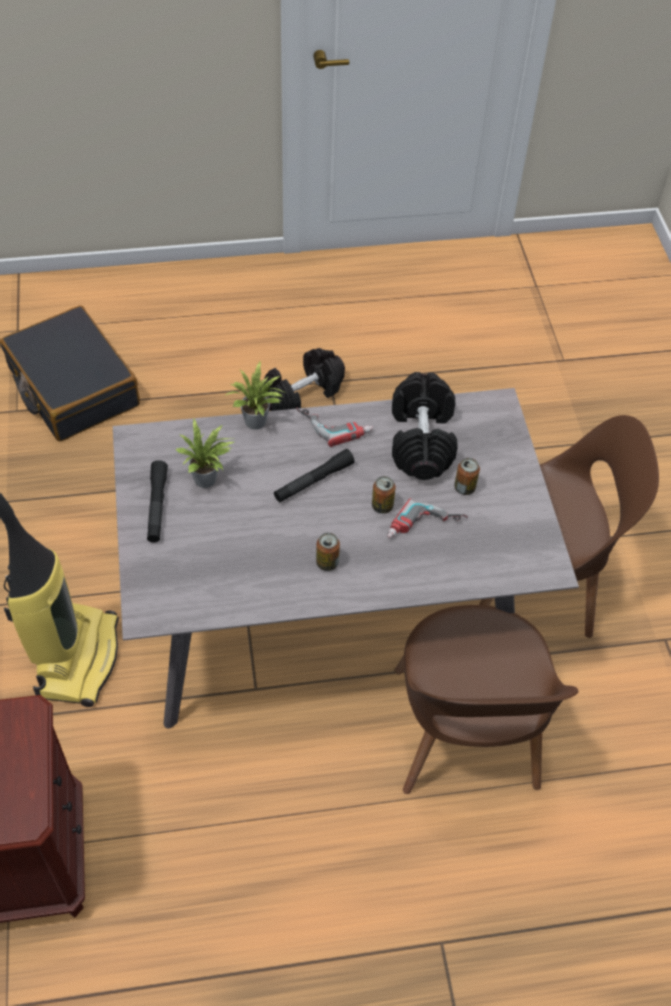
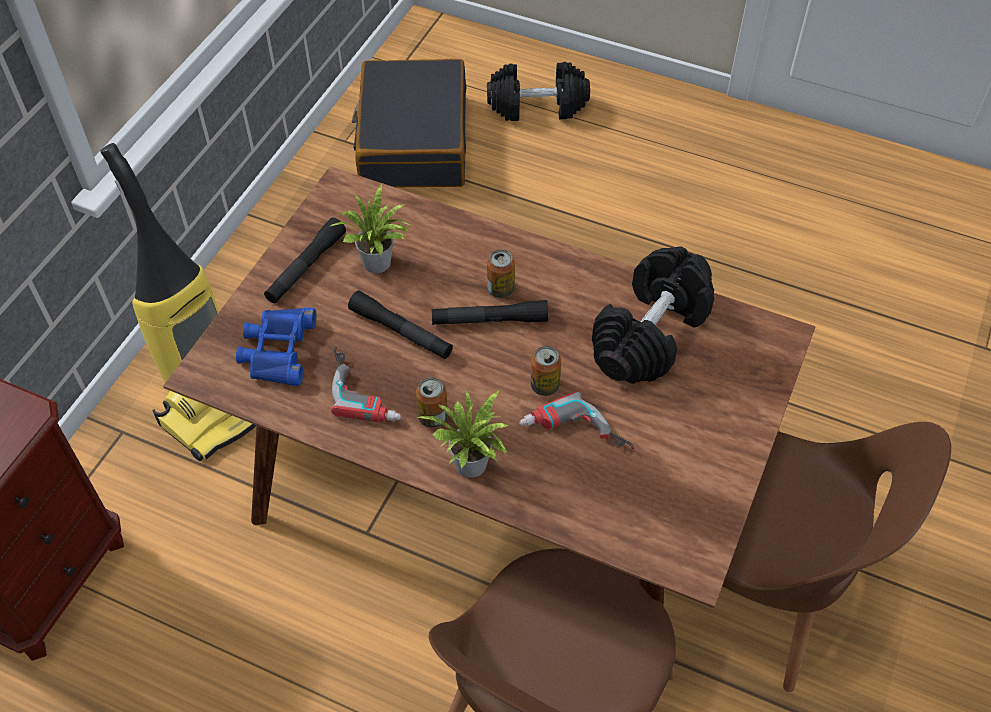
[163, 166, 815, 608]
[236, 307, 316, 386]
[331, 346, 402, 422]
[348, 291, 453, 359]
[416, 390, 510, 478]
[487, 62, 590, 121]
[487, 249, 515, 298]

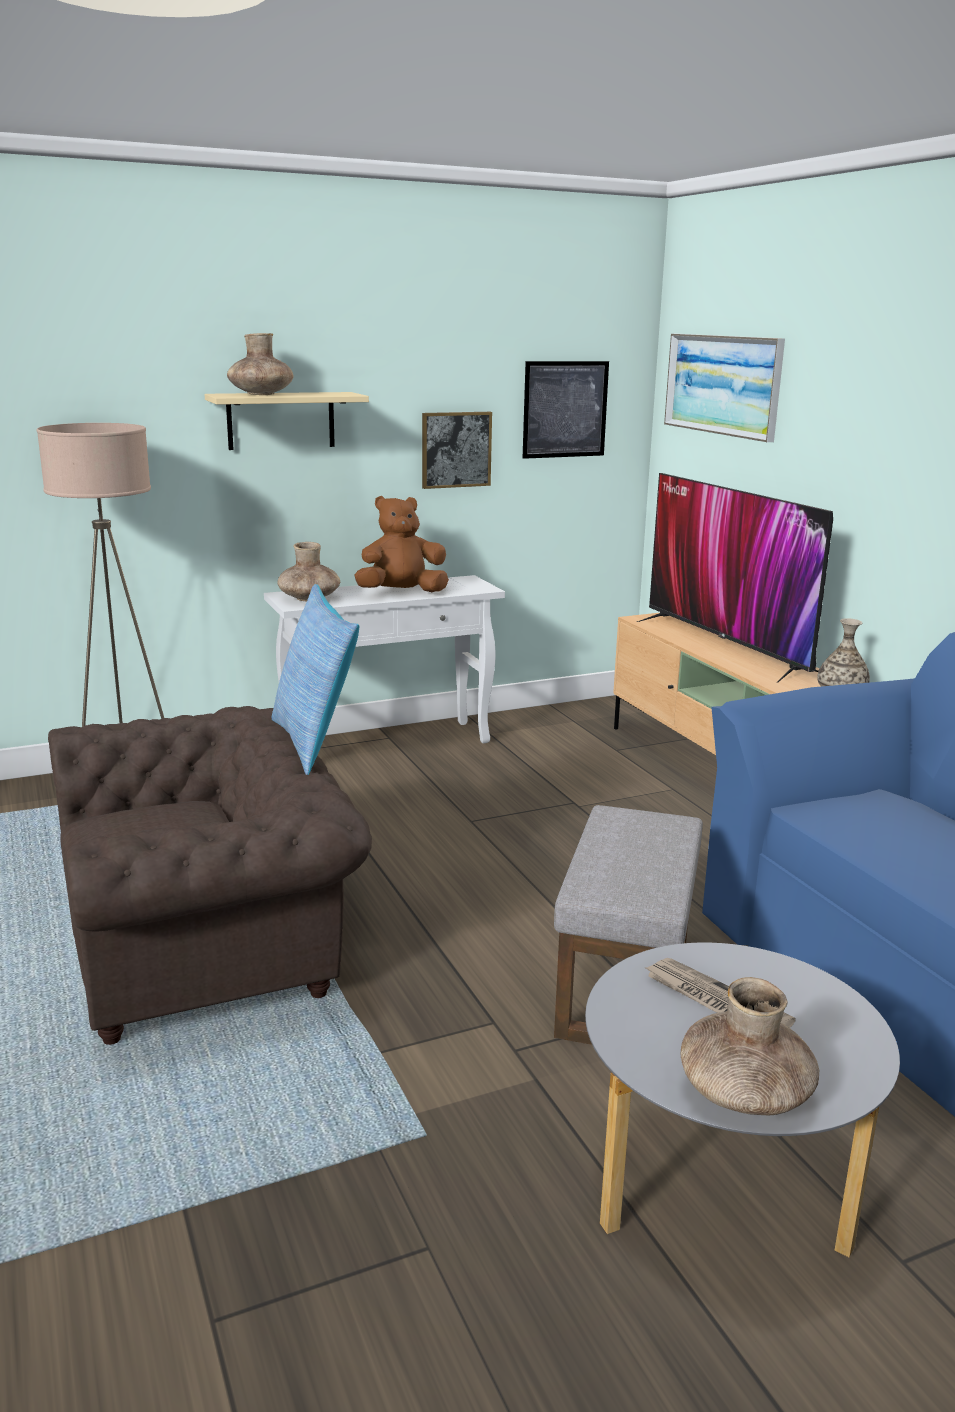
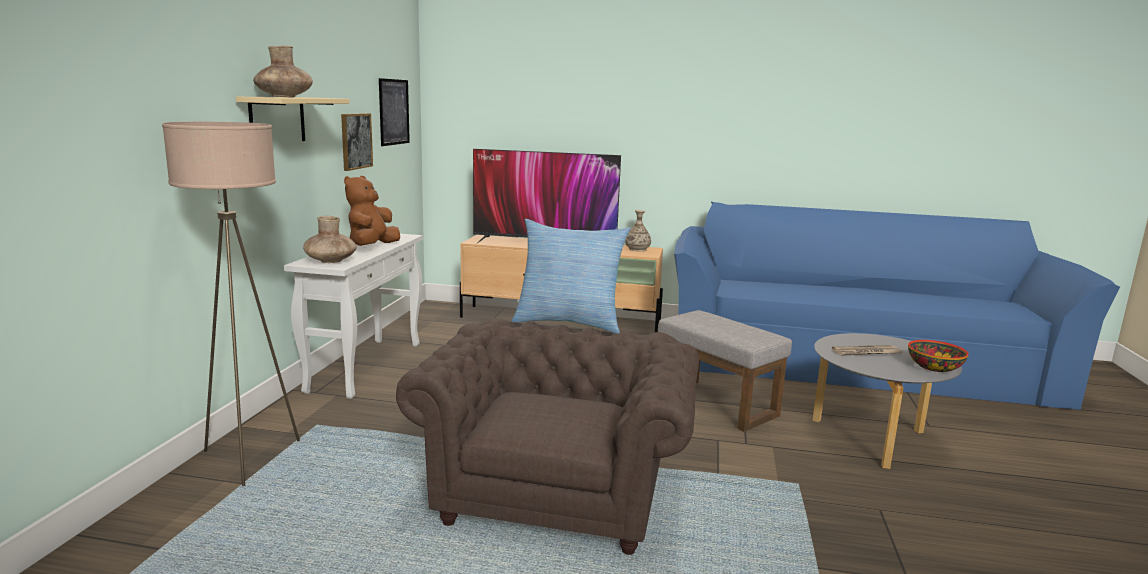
[908, 340, 969, 372]
[664, 334, 785, 442] (first image)

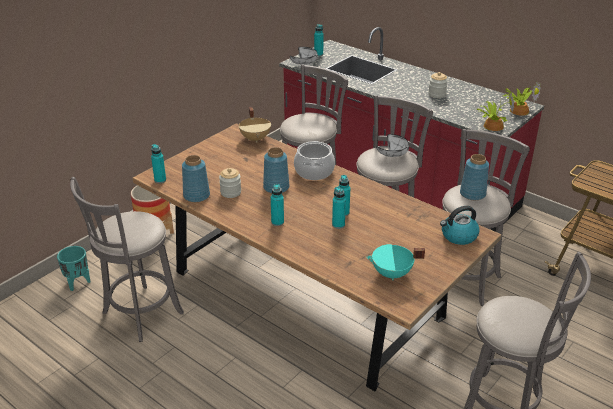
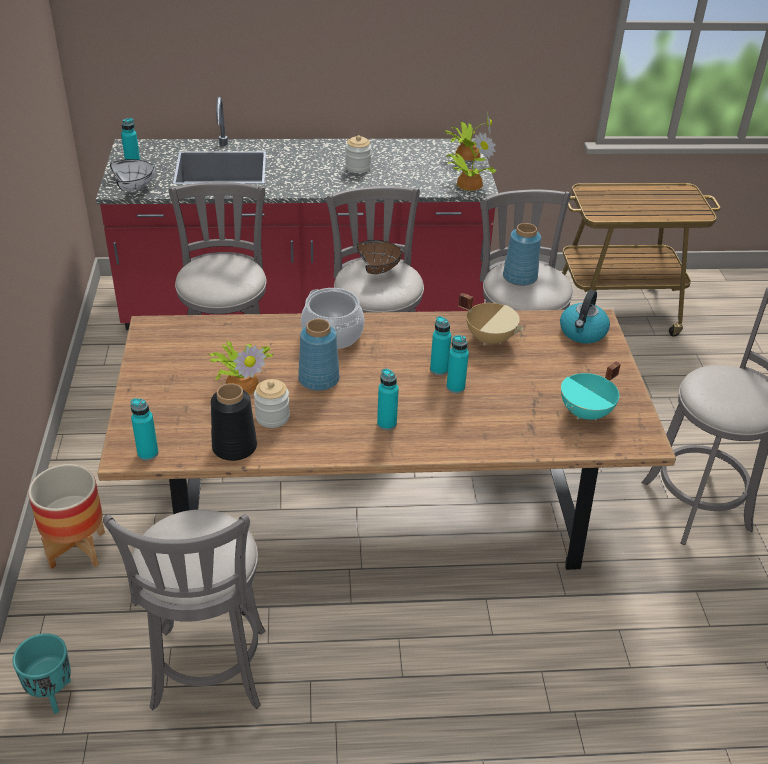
[208, 341, 273, 395]
[211, 383, 257, 461]
[357, 240, 403, 274]
[458, 293, 523, 345]

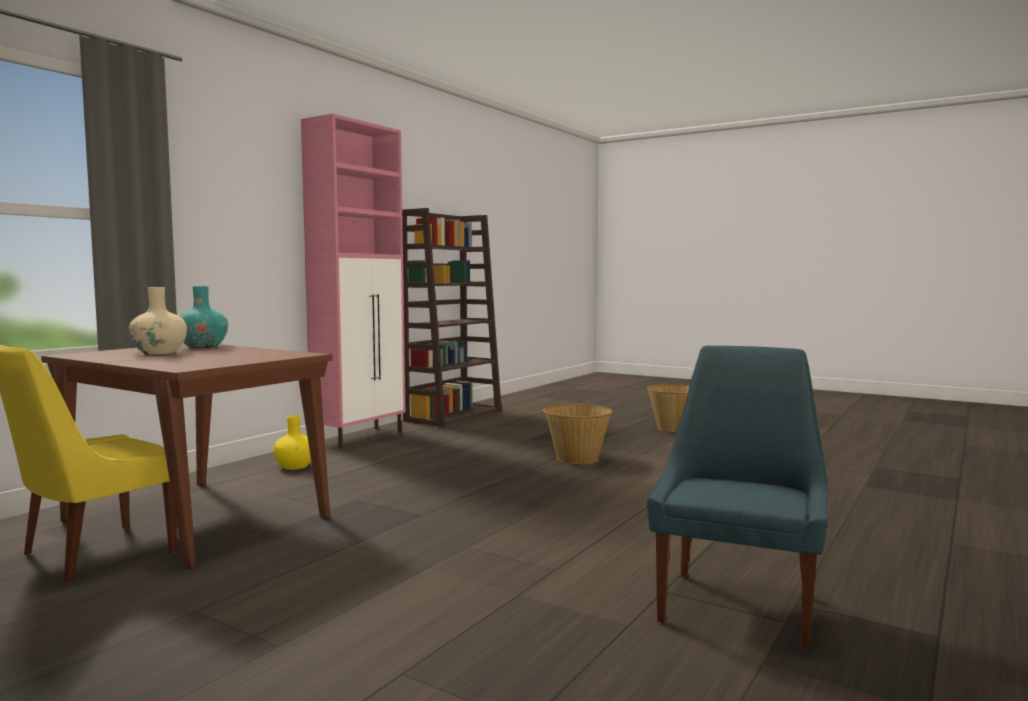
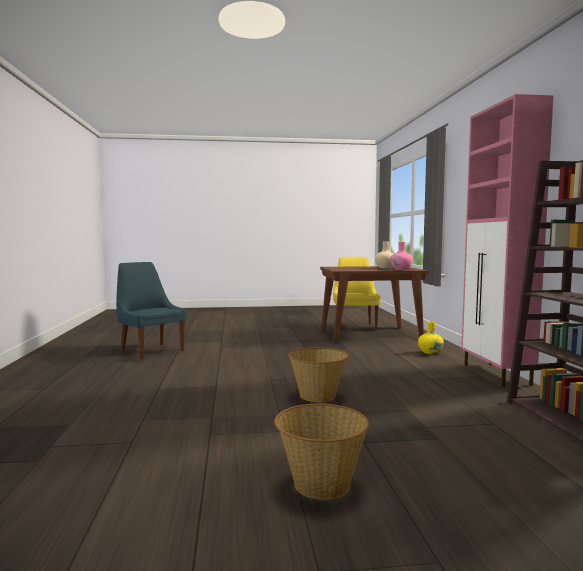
[116, 262, 187, 360]
[390, 242, 413, 270]

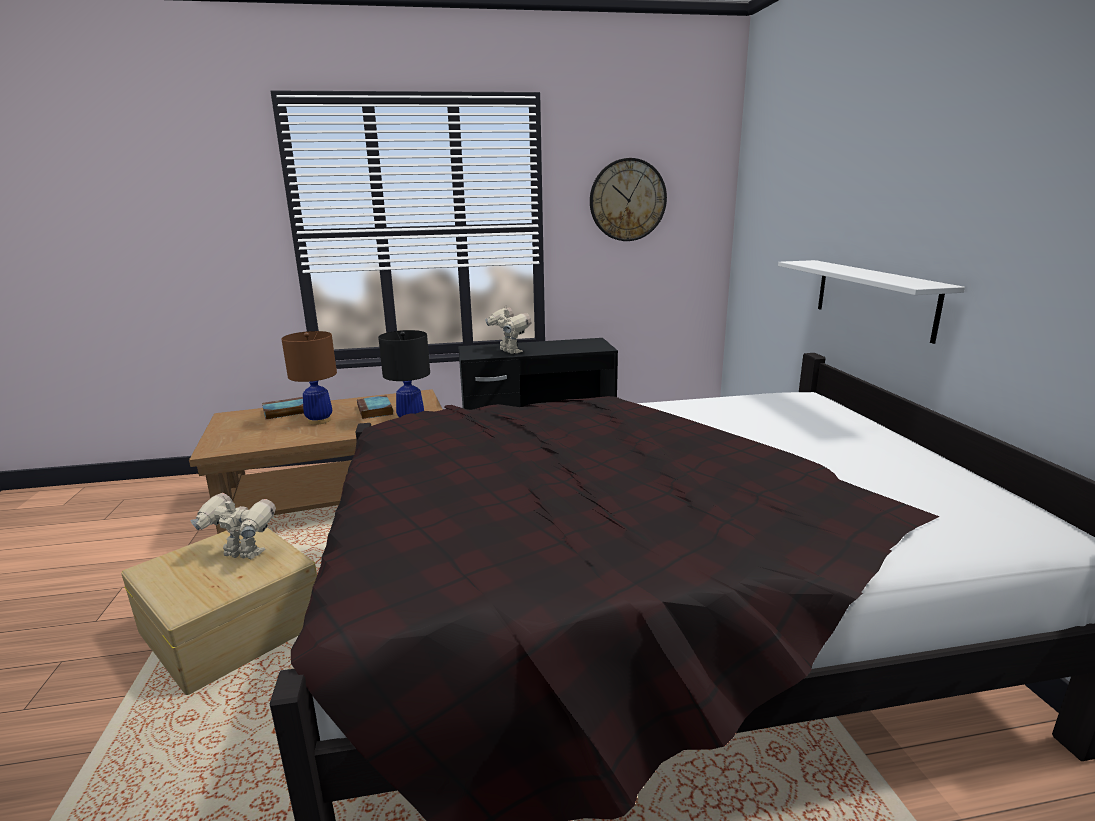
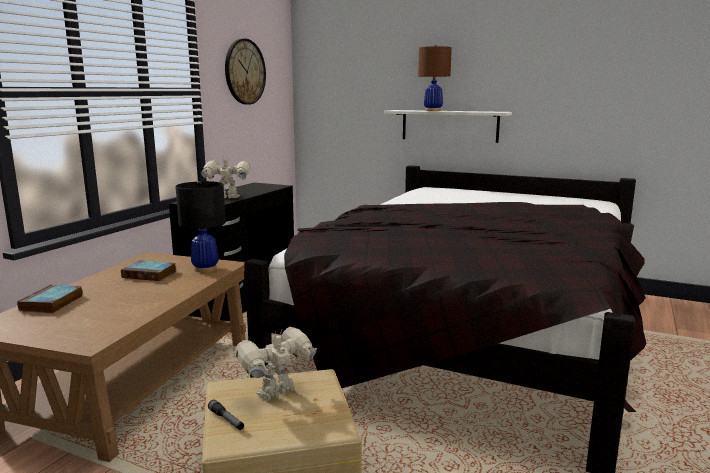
[208, 400, 244, 430]
[418, 45, 452, 111]

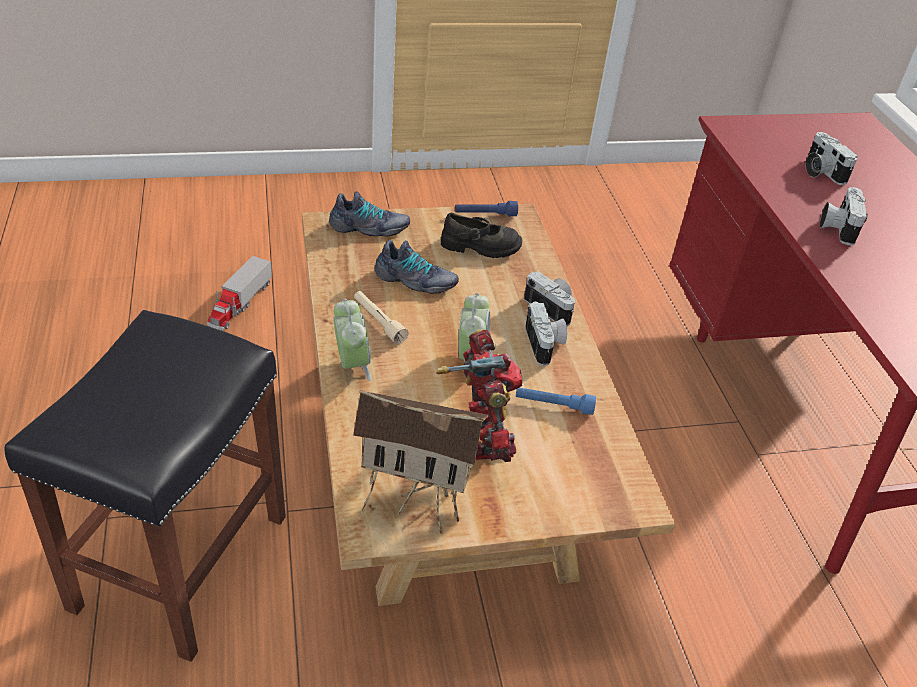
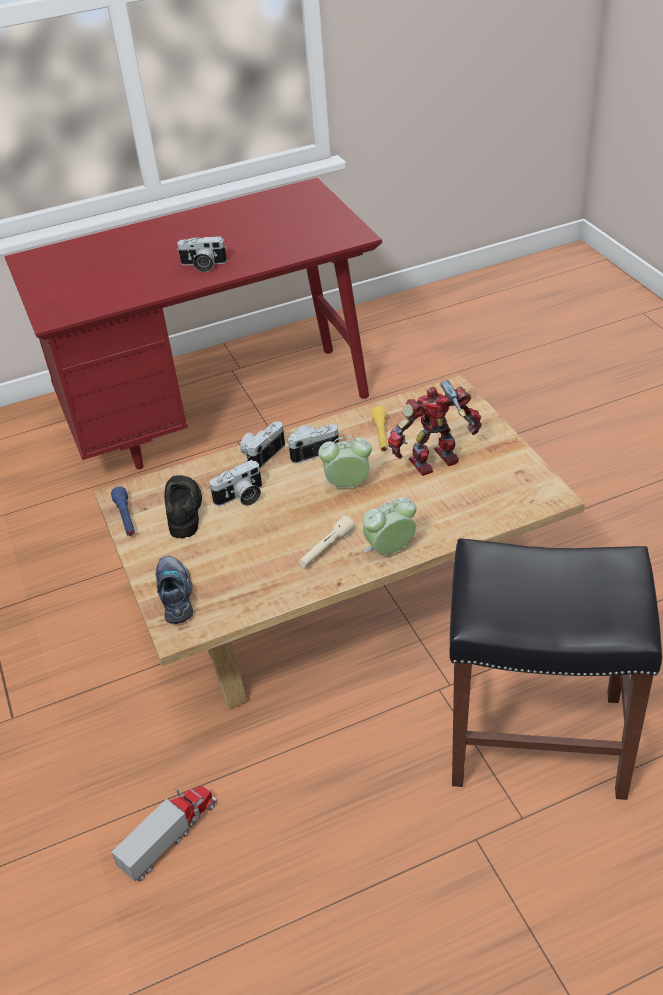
[111, 785, 217, 881]
[209, 460, 262, 506]
[371, 406, 388, 452]
[353, 390, 489, 534] (first image)
[375, 240, 459, 294] (first image)

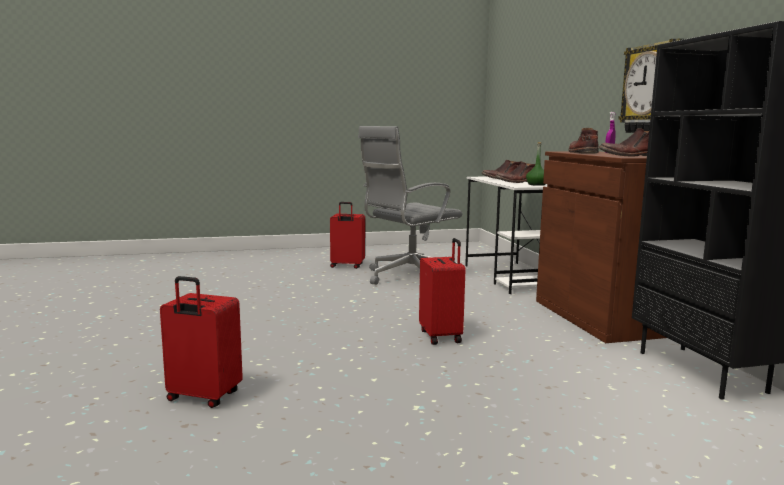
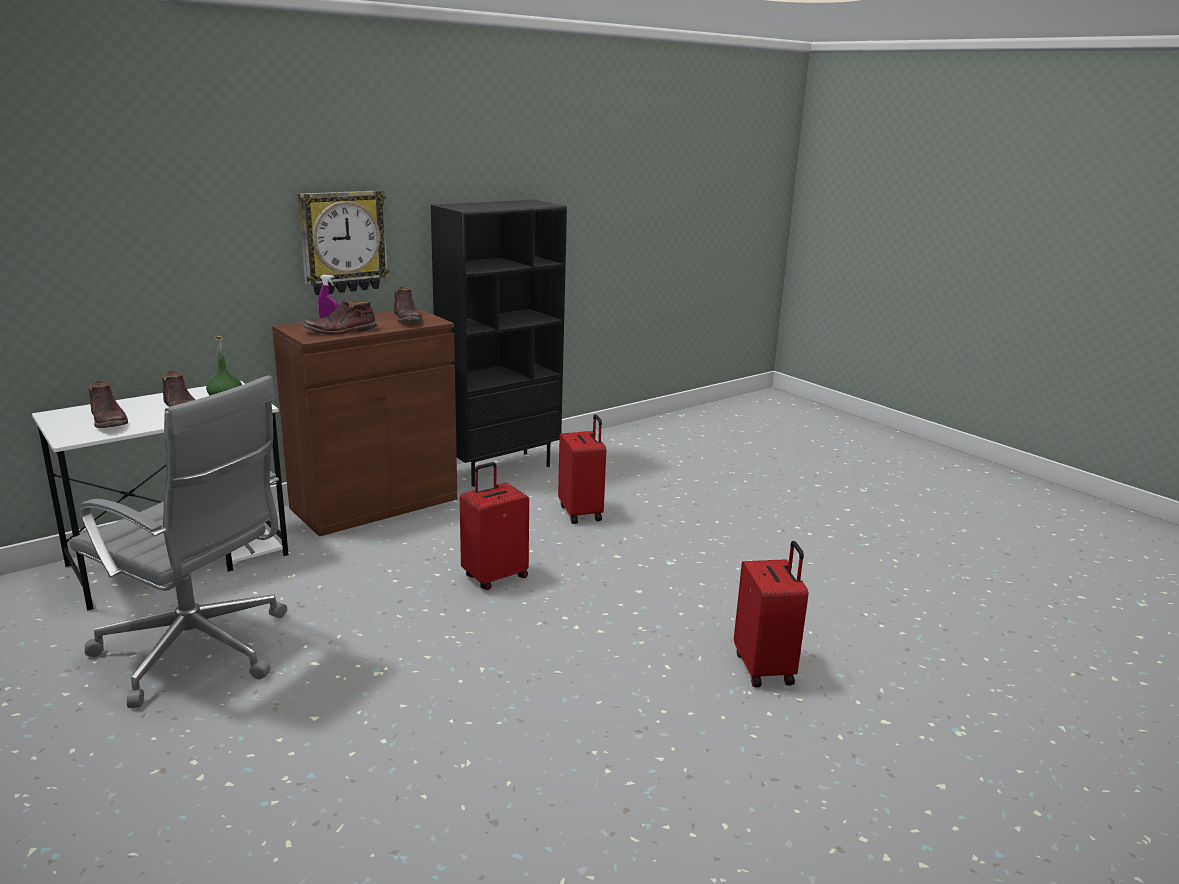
[558, 414, 606, 524]

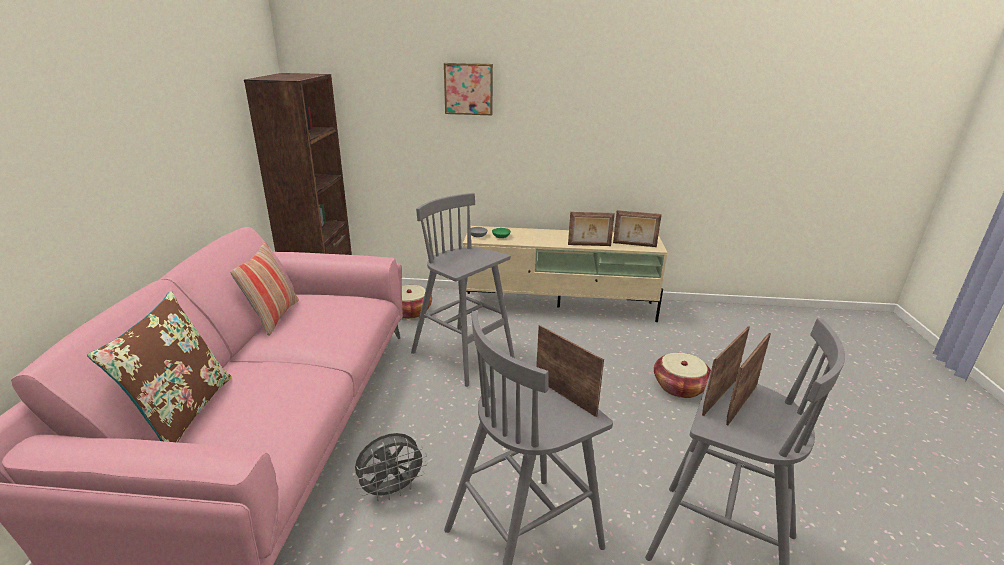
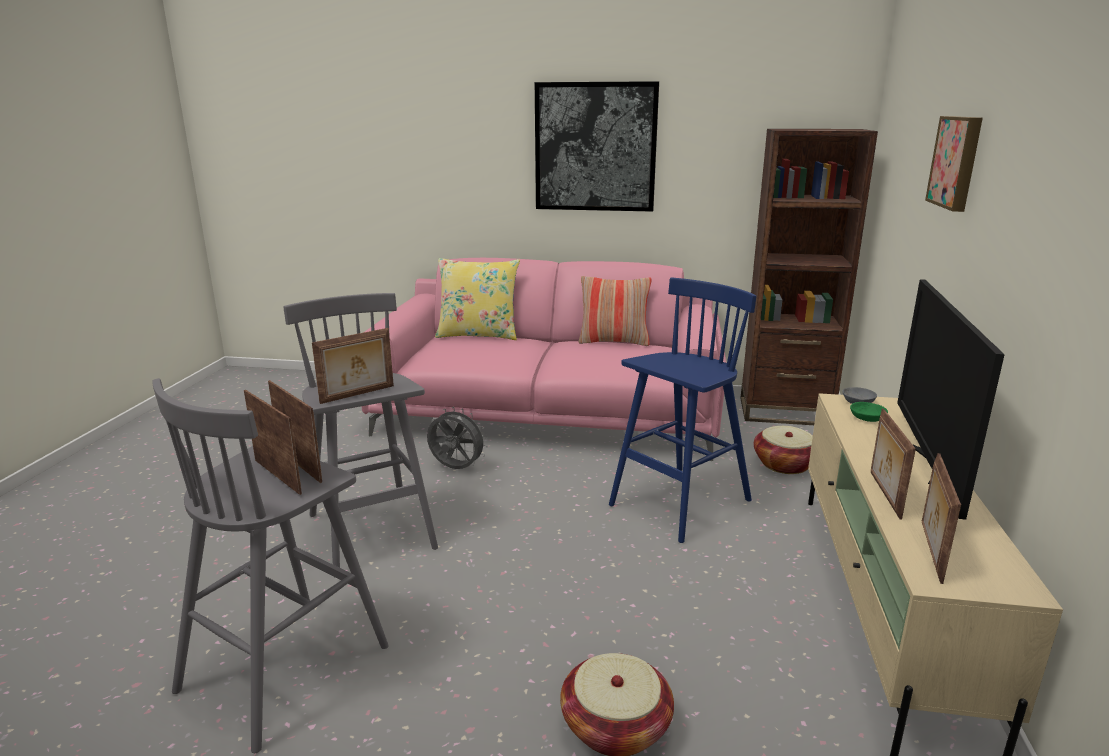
[427, 407, 488, 469]
[435, 258, 520, 340]
[535, 81, 659, 212]
[609, 278, 756, 543]
[897, 279, 1005, 520]

